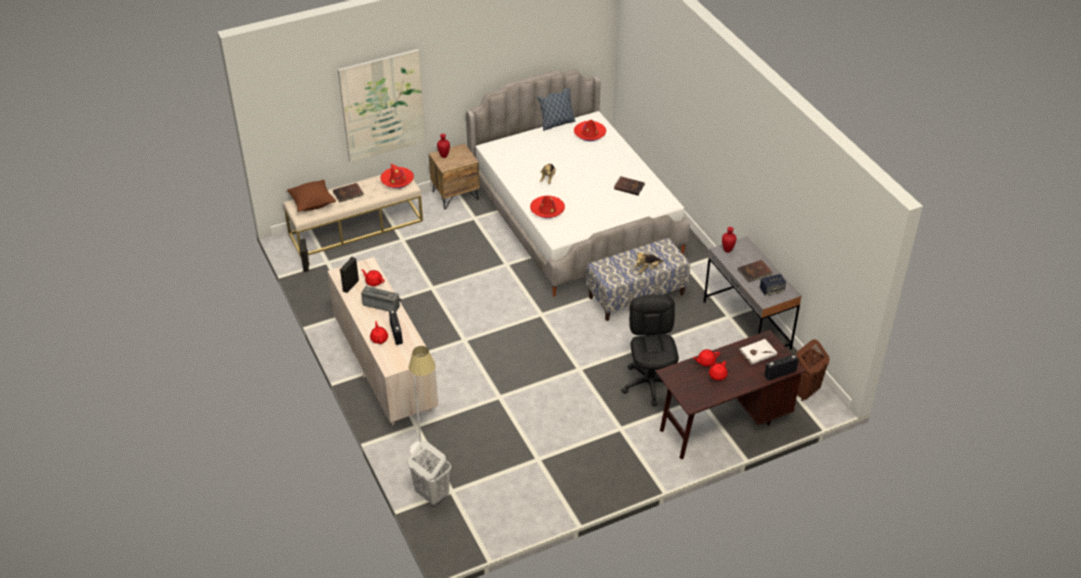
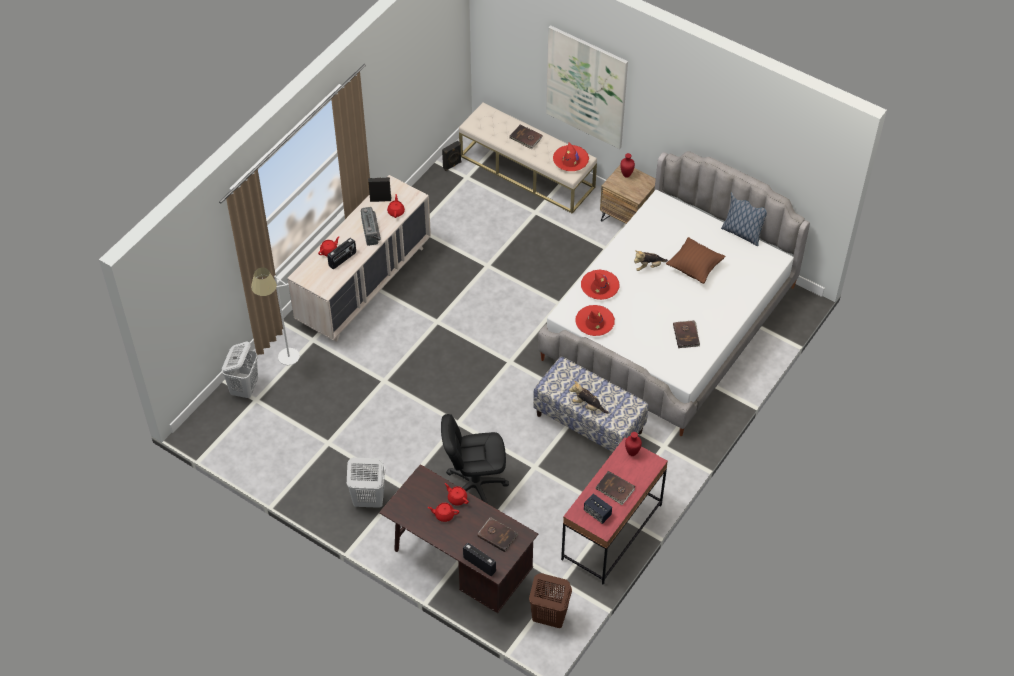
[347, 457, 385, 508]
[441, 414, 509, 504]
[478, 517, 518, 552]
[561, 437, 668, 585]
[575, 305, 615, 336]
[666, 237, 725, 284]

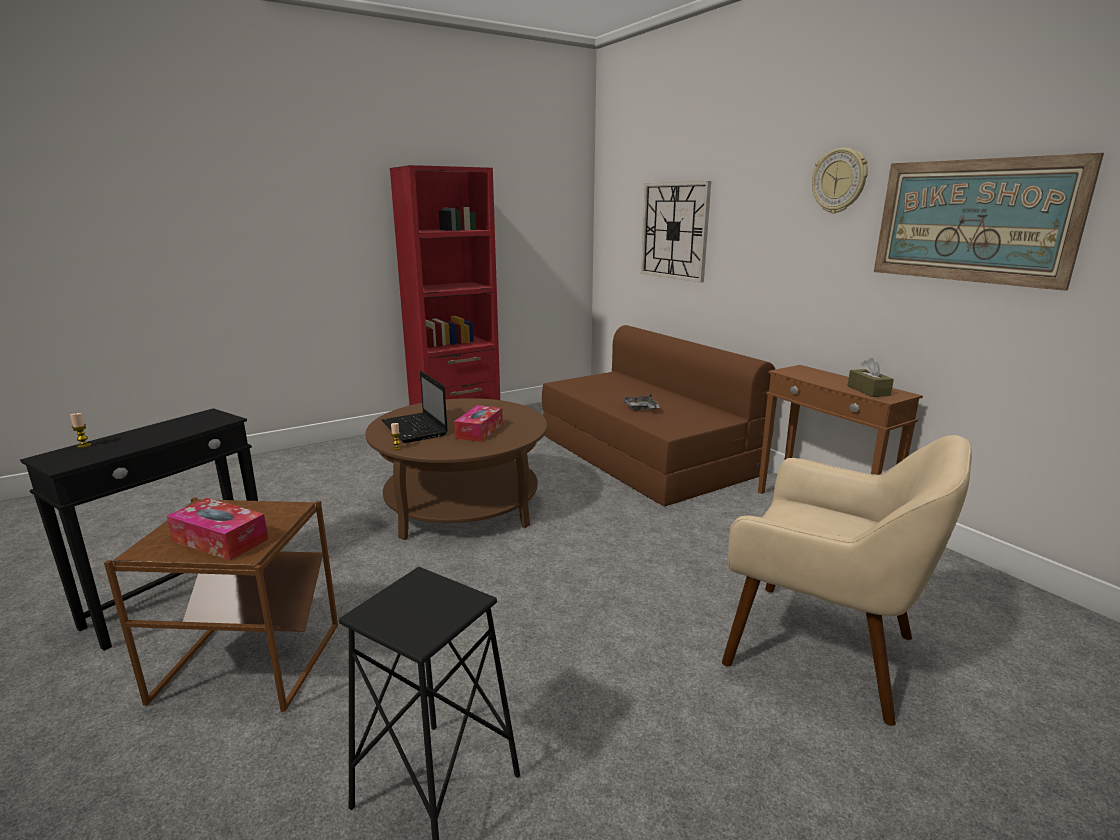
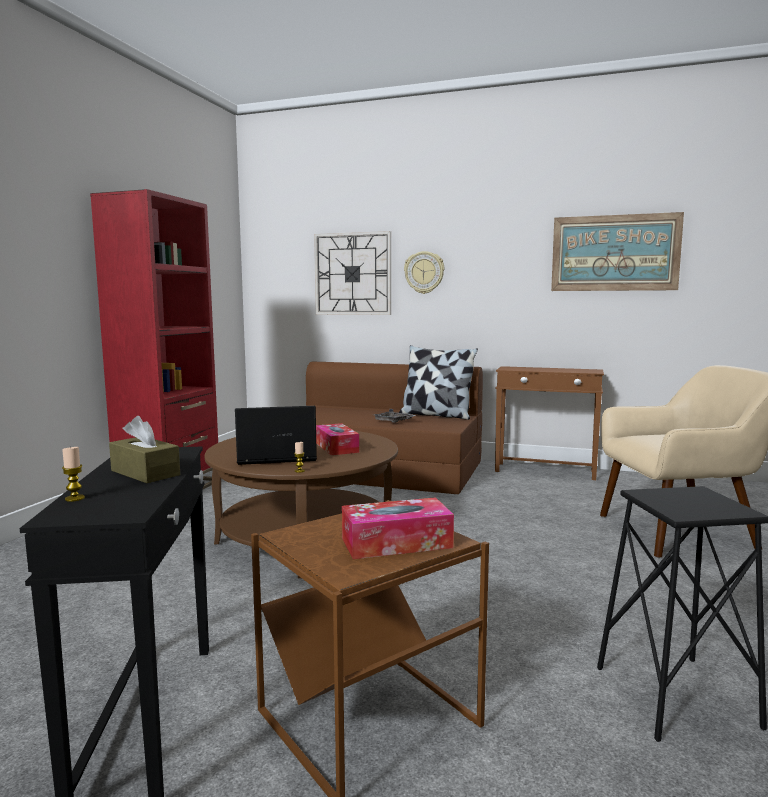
[109, 416, 180, 483]
[235, 406, 317, 465]
[399, 345, 478, 420]
[404, 251, 445, 294]

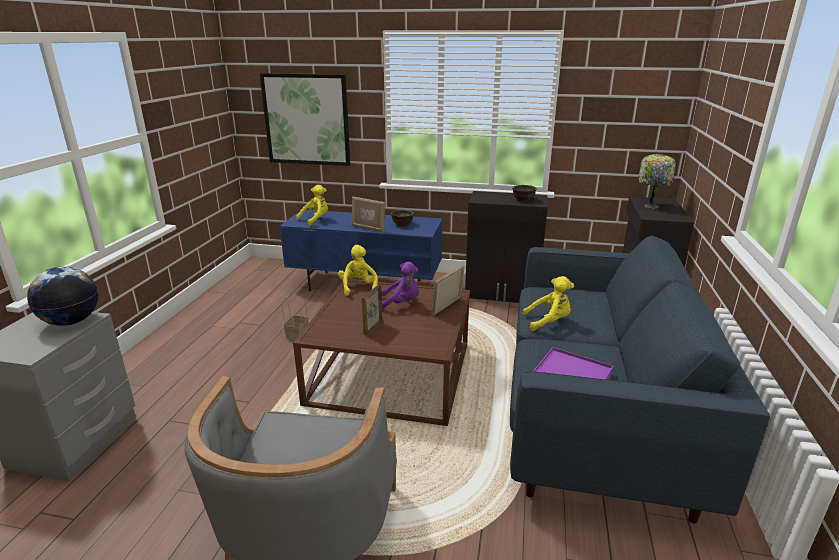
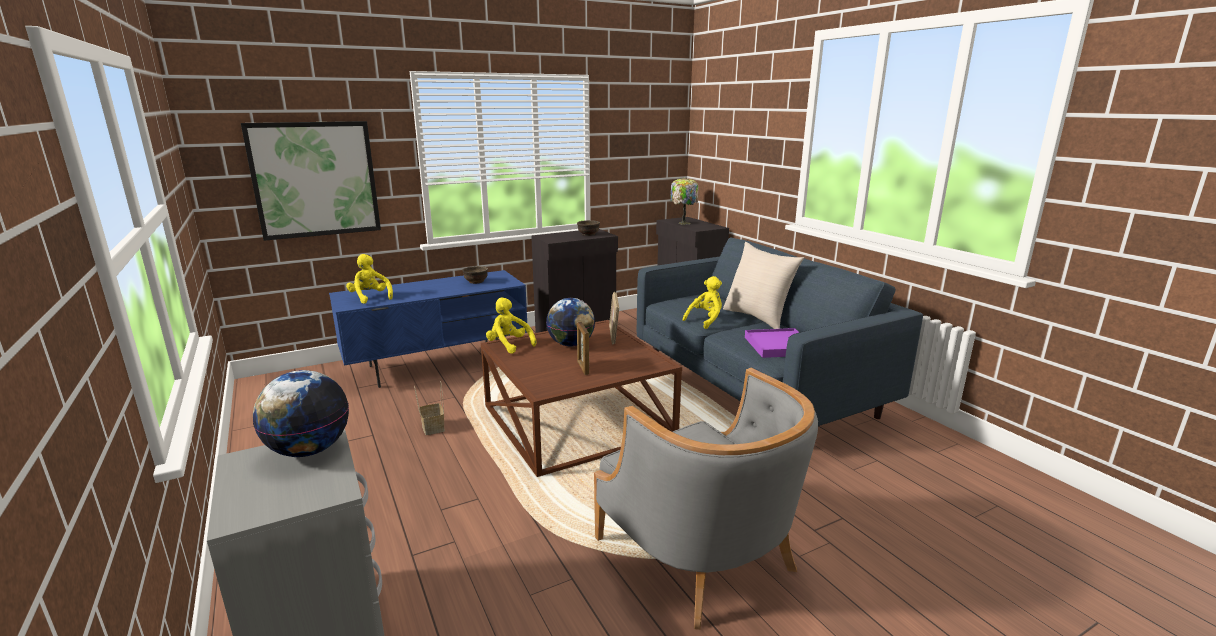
[346, 254, 393, 304]
[546, 298, 595, 346]
[723, 242, 804, 329]
[352, 196, 385, 232] (first image)

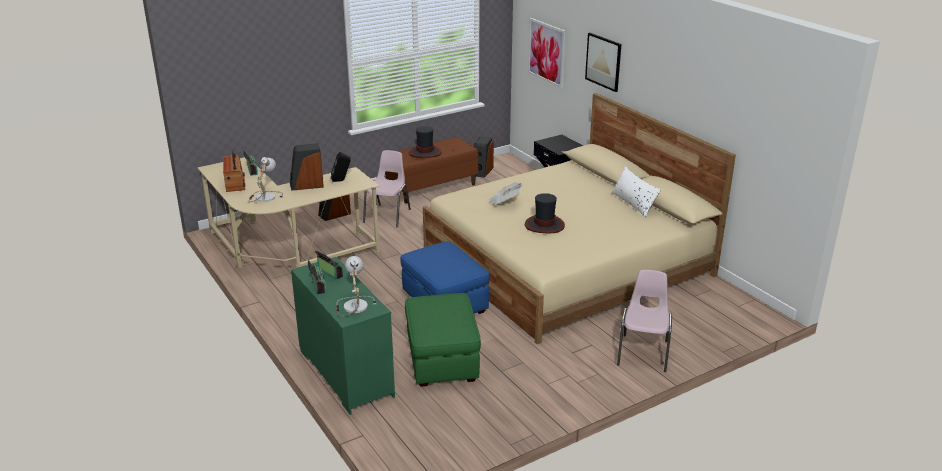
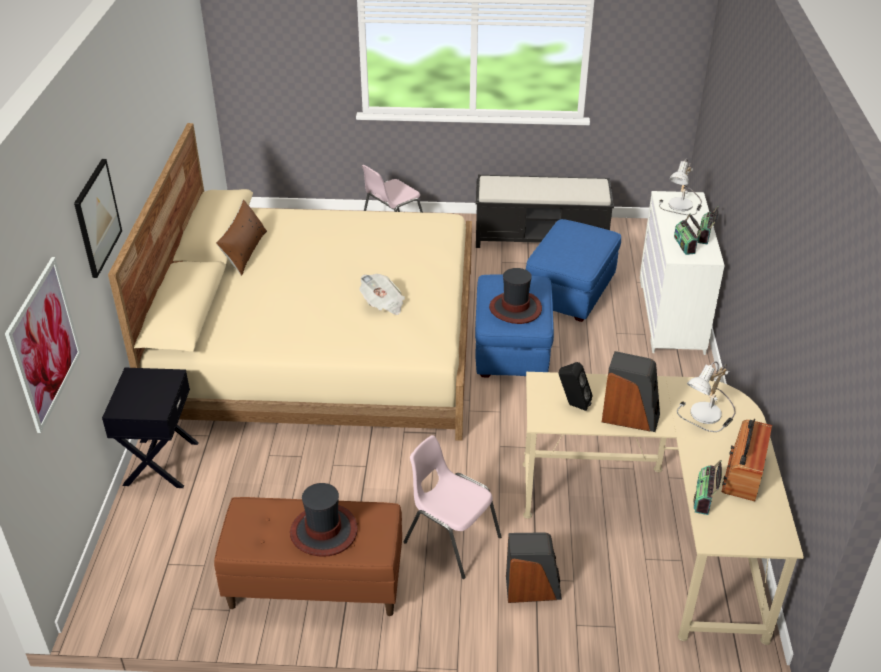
[216, 200, 267, 276]
[403, 435, 501, 579]
[476, 175, 614, 248]
[489, 268, 542, 324]
[526, 219, 621, 322]
[640, 191, 725, 355]
[474, 136, 494, 178] (first image)

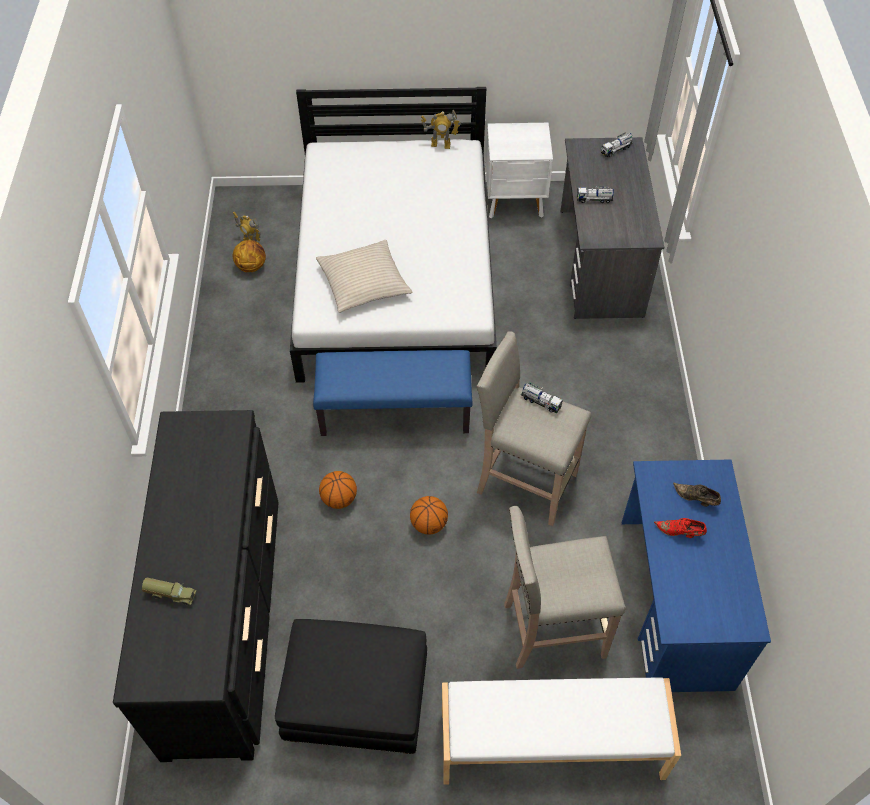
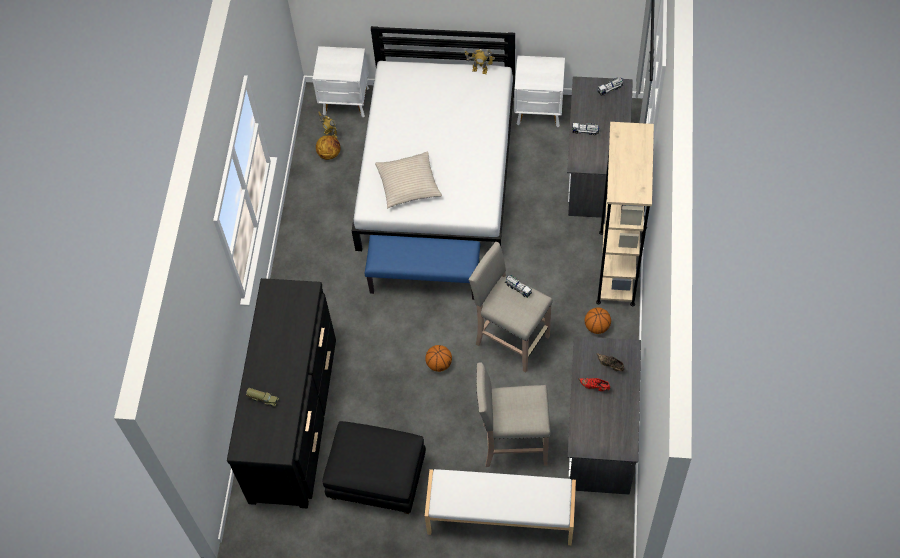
[313, 46, 369, 117]
[568, 336, 641, 495]
[585, 307, 611, 334]
[596, 122, 654, 306]

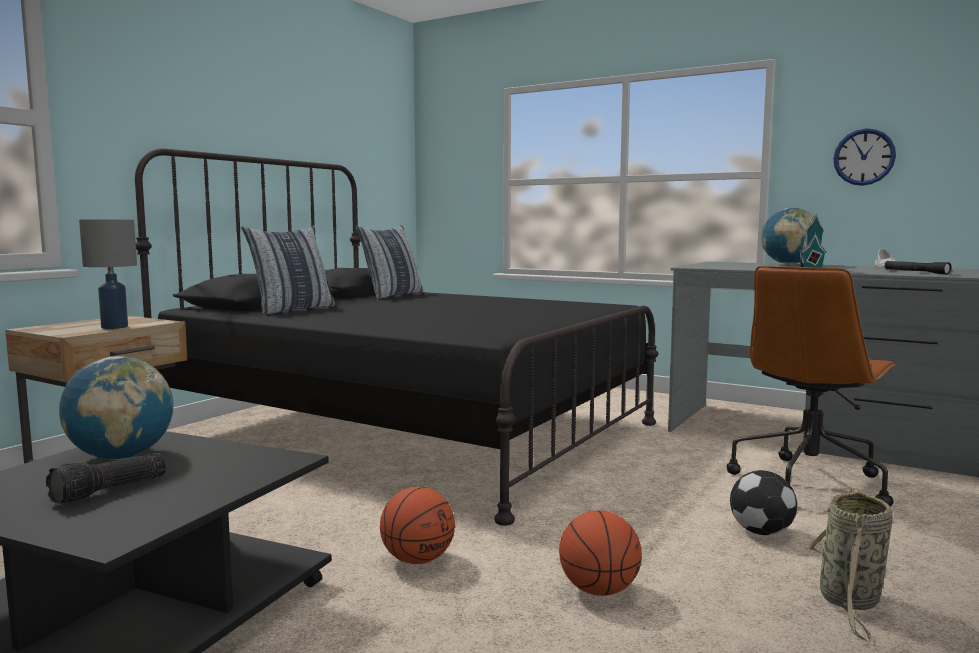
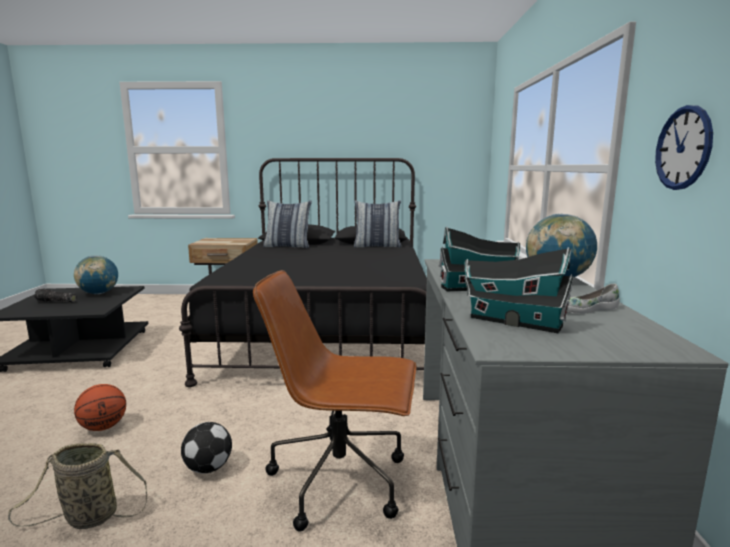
[464, 247, 574, 333]
[79, 219, 137, 329] (first image)
[380, 487, 455, 564] (first image)

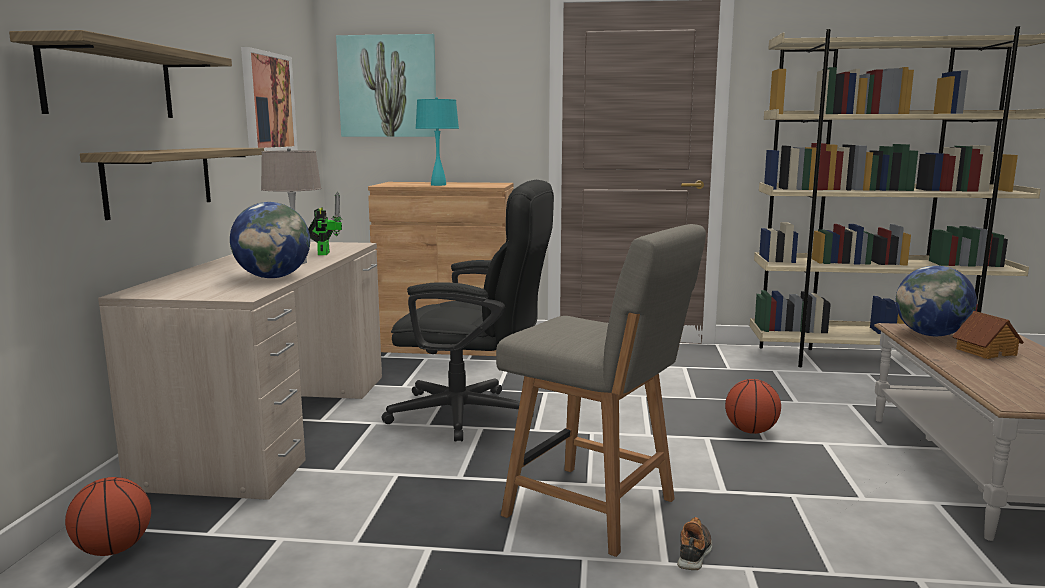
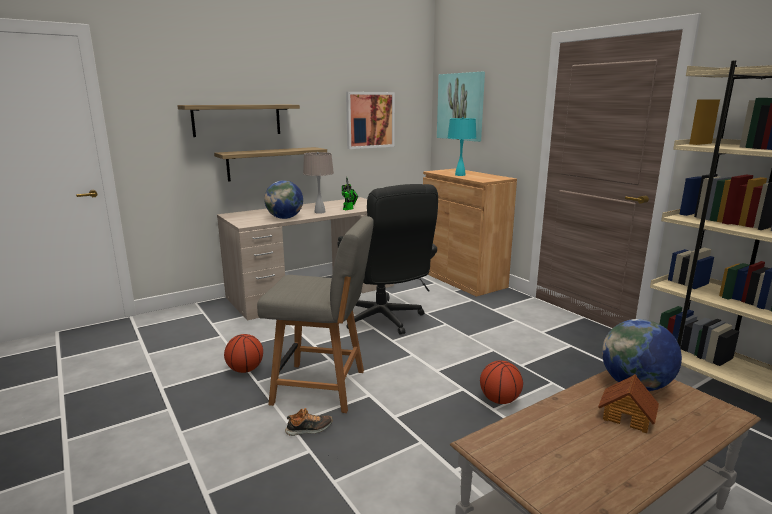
[224, 334, 263, 373]
[257, 216, 374, 413]

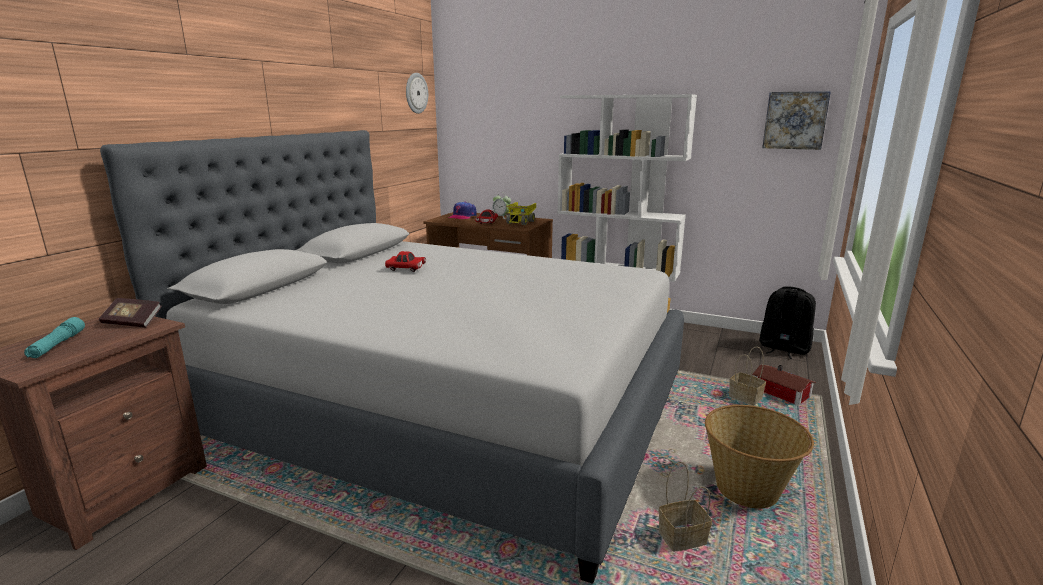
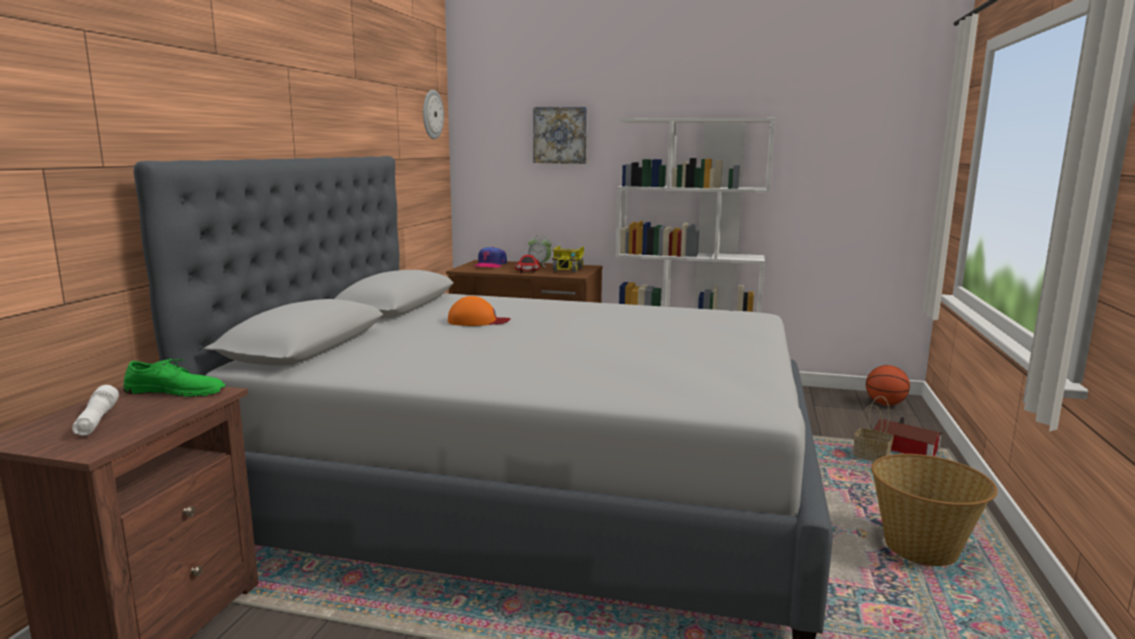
[72, 385, 119, 435]
[123, 358, 226, 397]
[448, 296, 511, 326]
[533, 107, 587, 164]
[866, 365, 910, 406]
[659, 462, 712, 552] (first image)

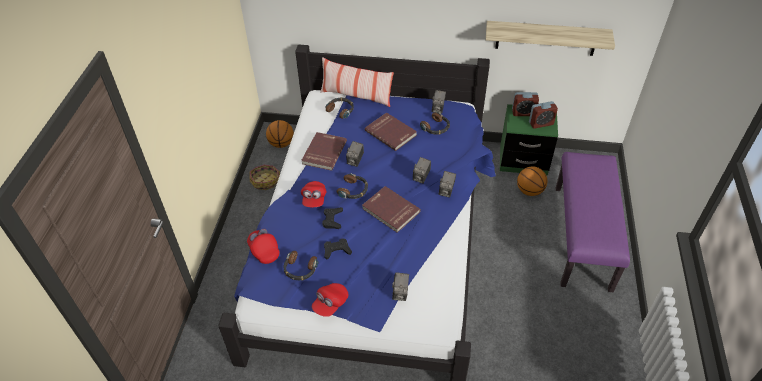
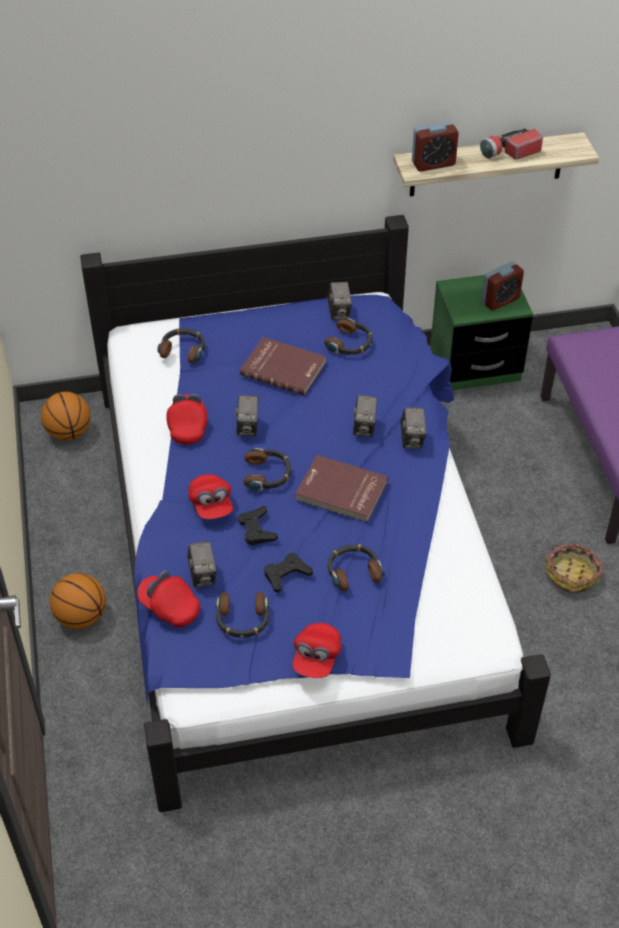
[50, 573, 106, 629]
[166, 394, 208, 445]
[187, 541, 217, 587]
[327, 544, 384, 591]
[412, 121, 459, 172]
[480, 128, 543, 160]
[545, 544, 603, 594]
[320, 57, 394, 107] (first image)

